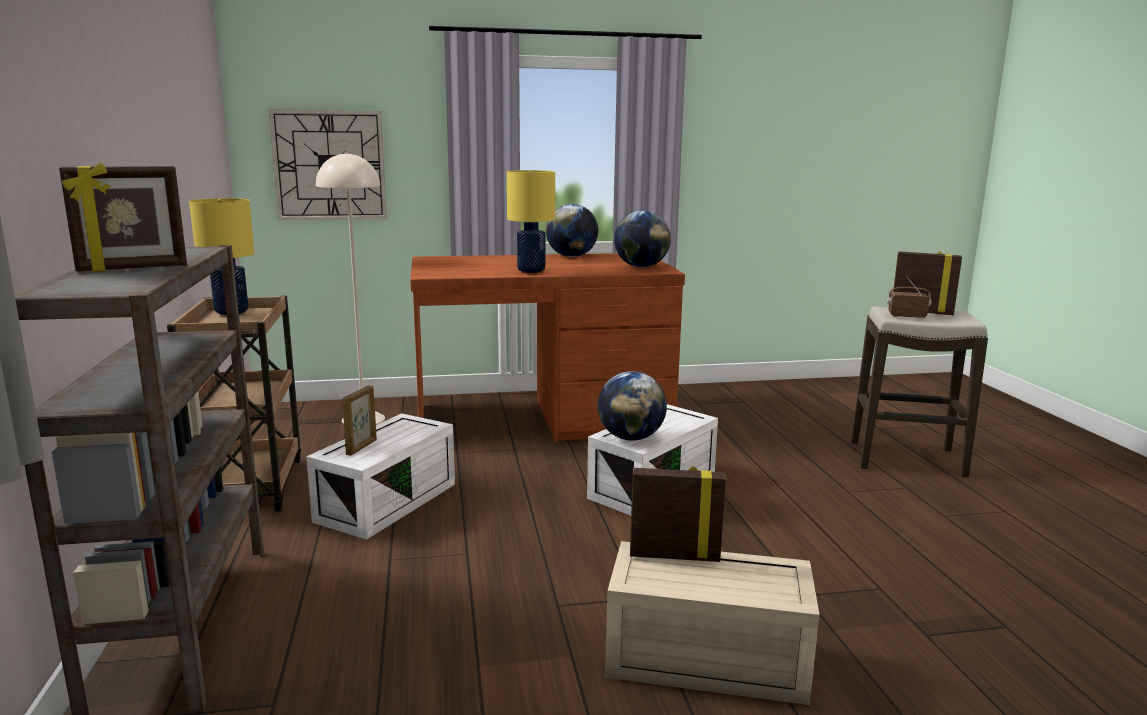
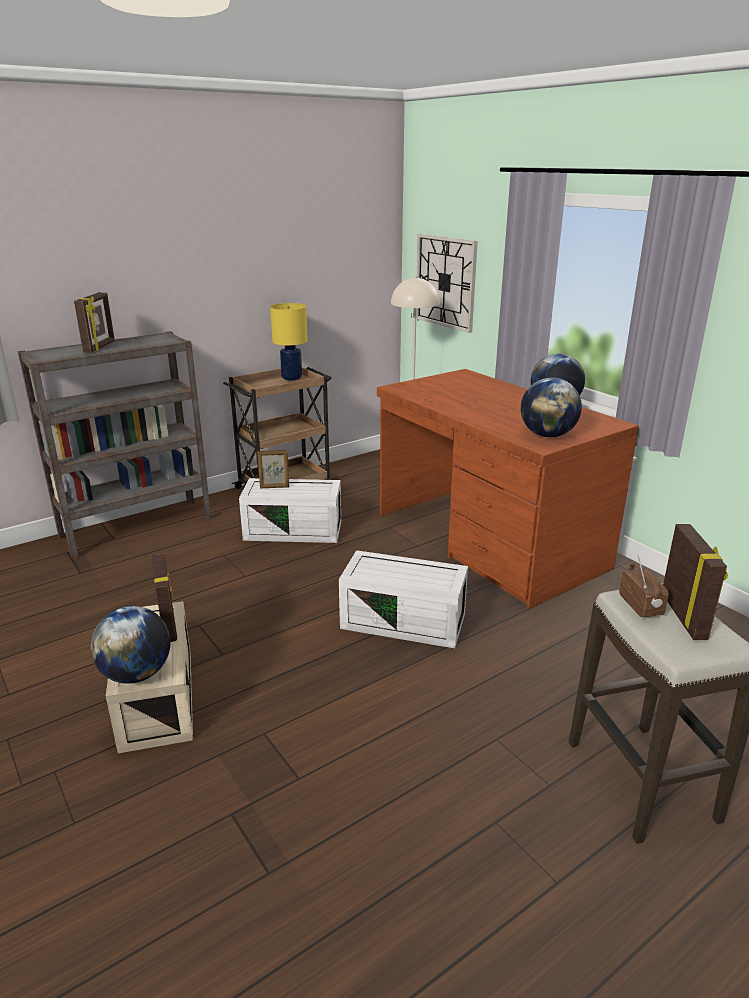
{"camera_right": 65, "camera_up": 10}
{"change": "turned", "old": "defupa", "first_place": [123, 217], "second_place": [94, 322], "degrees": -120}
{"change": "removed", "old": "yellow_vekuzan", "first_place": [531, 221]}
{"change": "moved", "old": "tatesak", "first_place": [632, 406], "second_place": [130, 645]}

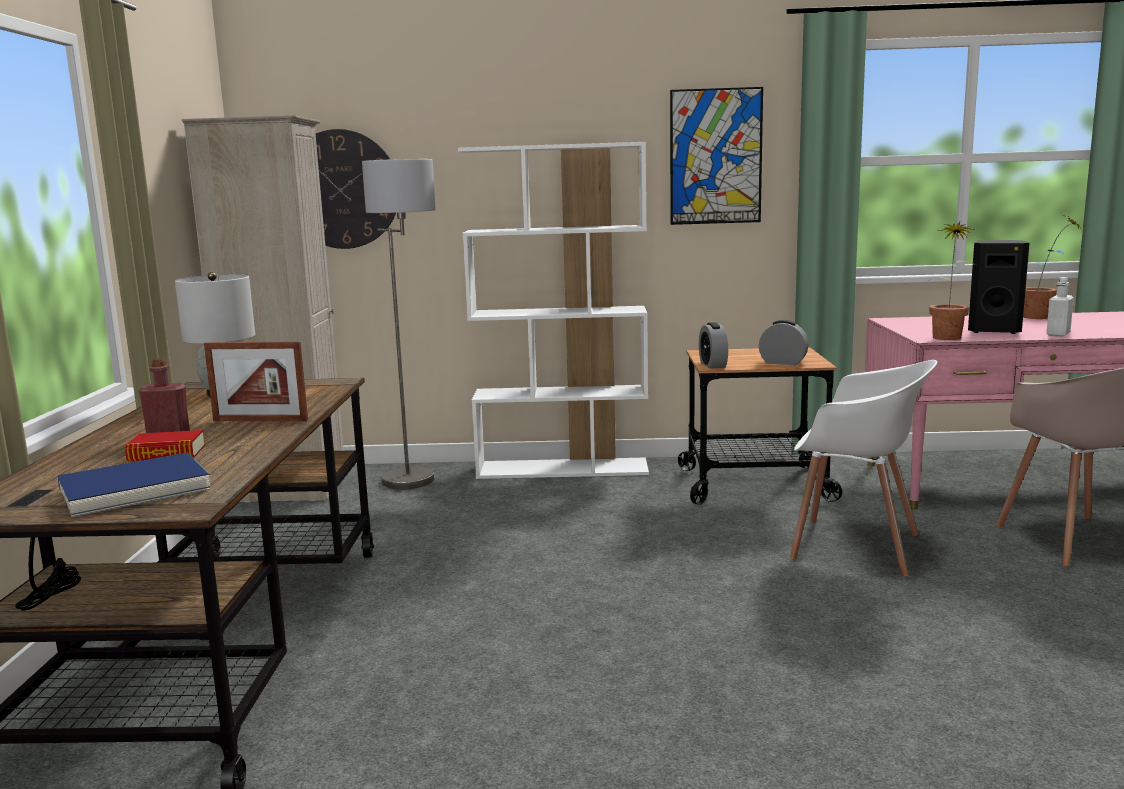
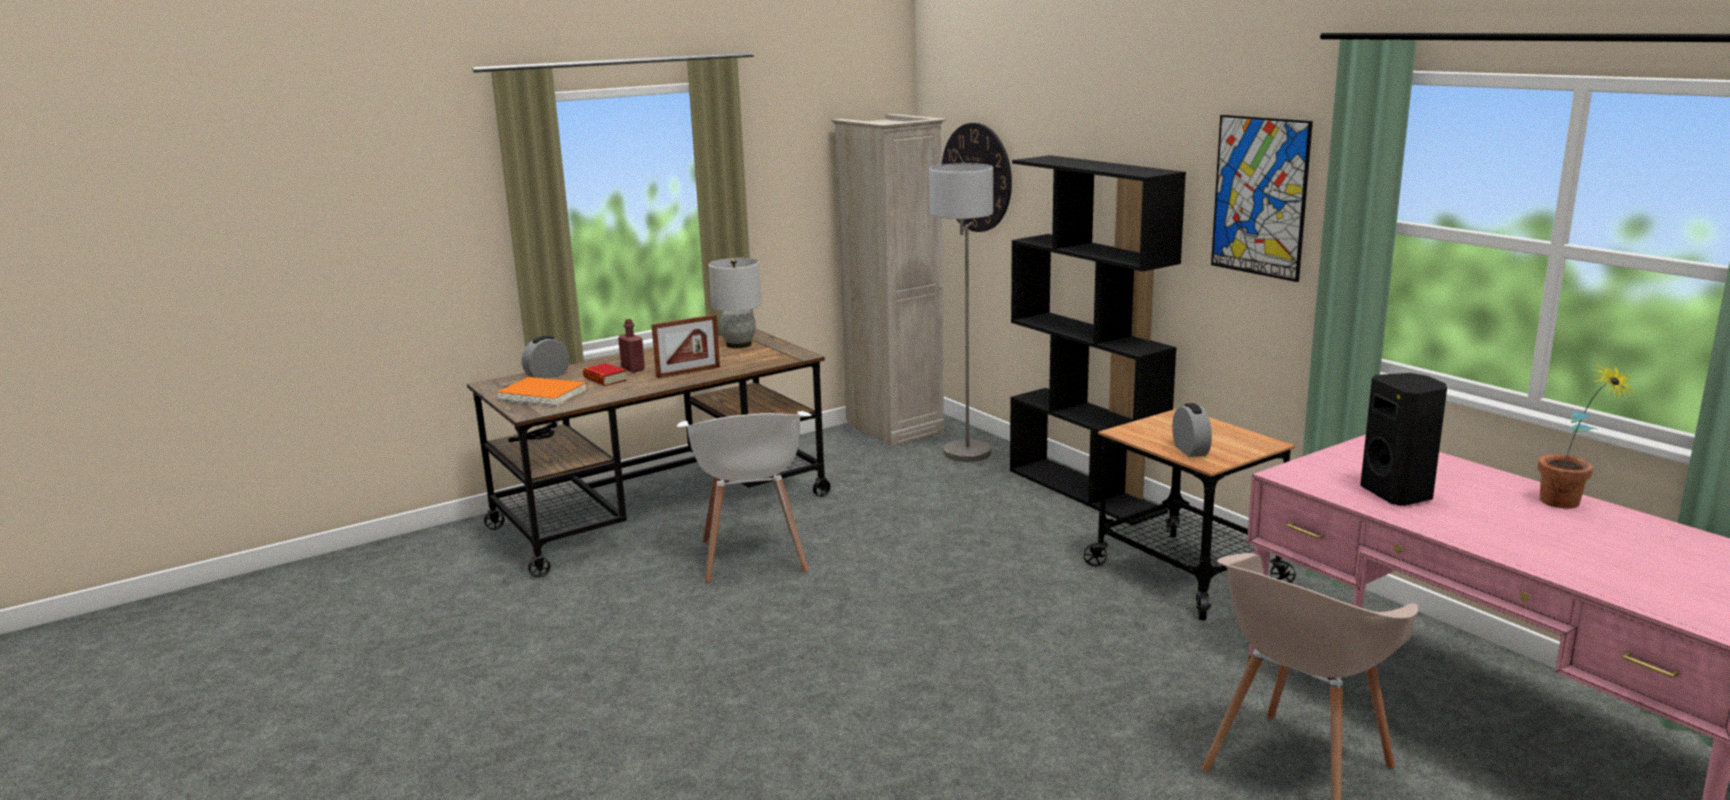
{"camera_right": 55, "camera_up": 5}
{"change": "recoloured", "old": "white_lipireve", "new": "black_lipireve", "first_place": [553, 310], "second_place": [1098, 340]}
{"change": "removed", "old": "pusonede", "first_place": [952, 281]}
{"change": "removed", "old": "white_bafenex", "first_place": [1060, 307]}
{"change": "moved", "old": "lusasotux", "first_place": [713, 345], "second_place": [545, 357]}
{"change": "turned", "old": "defupa", "first_place": [256, 381], "second_place": [685, 346], "degrees": -90}
{"change": "moved", "old": "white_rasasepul", "first_place": [863, 468], "second_place": [744, 496]}
{"change": "recoloured", "old": "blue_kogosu", "new": "orange_kogosu", "first_place": [133, 485], "second_place": [542, 392]}

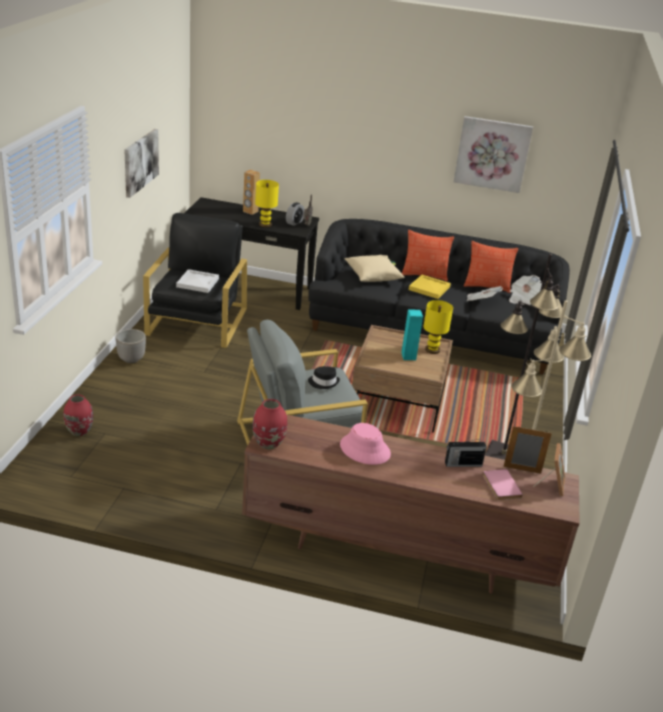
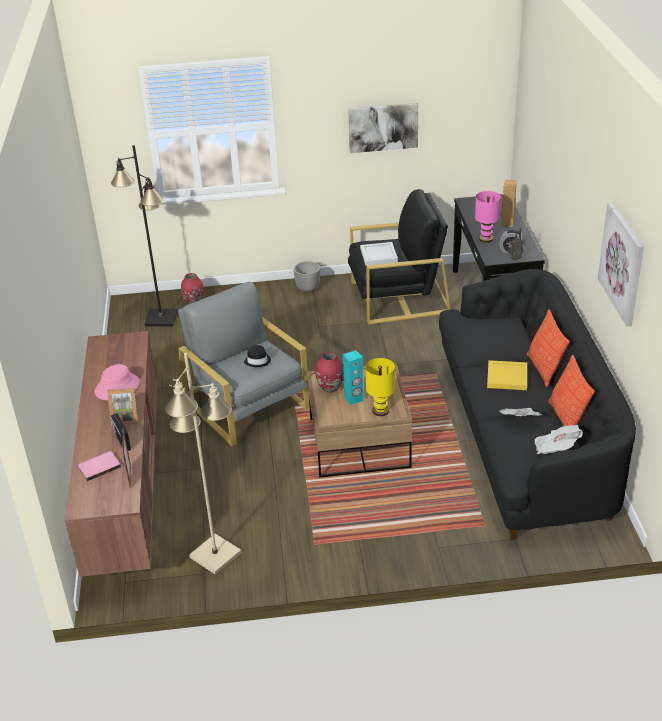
{"camera_right": 75, "camera_up": 5}
{"change": "recoloured", "old": "yellow_vekuzan", "new": "pink_vekuzan", "first_place": [267, 203], "second_place": [488, 217]}
{"change": "moved", "old": "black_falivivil", "first_place": [523, 357], "second_place": [144, 236]}
{"change": "removed", "old": "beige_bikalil", "first_place": [374, 268]}
{"change": "moved", "old": "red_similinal", "first_place": [270, 424], "second_place": [330, 372]}
{"change": "moved", "old": "defupa", "first_place": [549, 469], "second_place": [122, 407]}

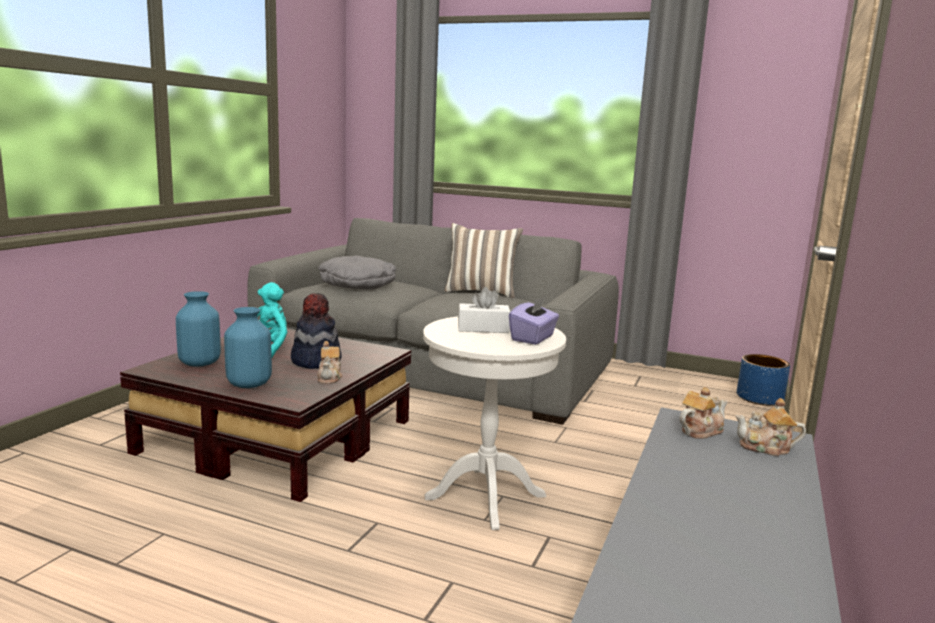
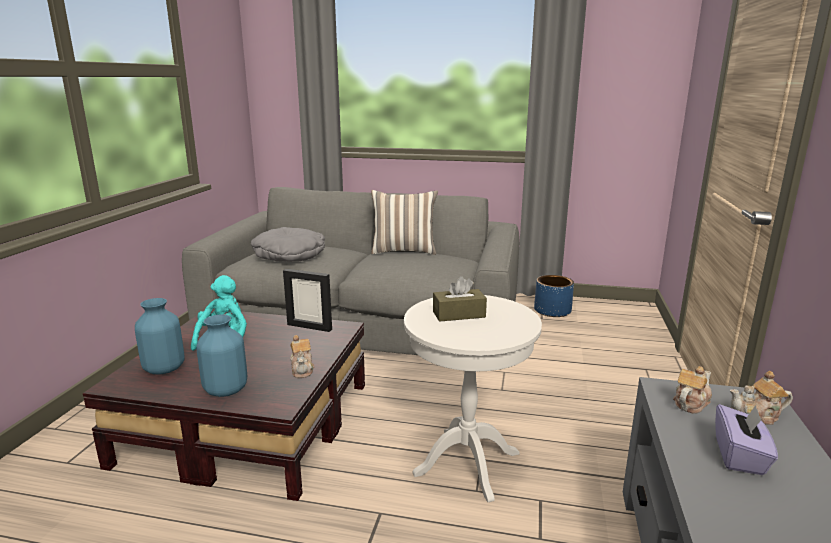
{"camera_right": -10, "camera_up": 5}
{"change": "recoloured", "old": "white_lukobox", "new": "brown_lukobox", "first_place": [484, 310], "second_place": [460, 299]}
{"change": "removed", "old": "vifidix", "first_place": [316, 331]}
{"change": "moved", "old": "purple_lukobox", "first_place": [534, 320], "second_place": [746, 439]}
{"change": "moved", "old": "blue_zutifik", "first_place": [763, 380], "second_place": [554, 296]}
{"change": "added", "new": "defupa", "second_place": [307, 300]}

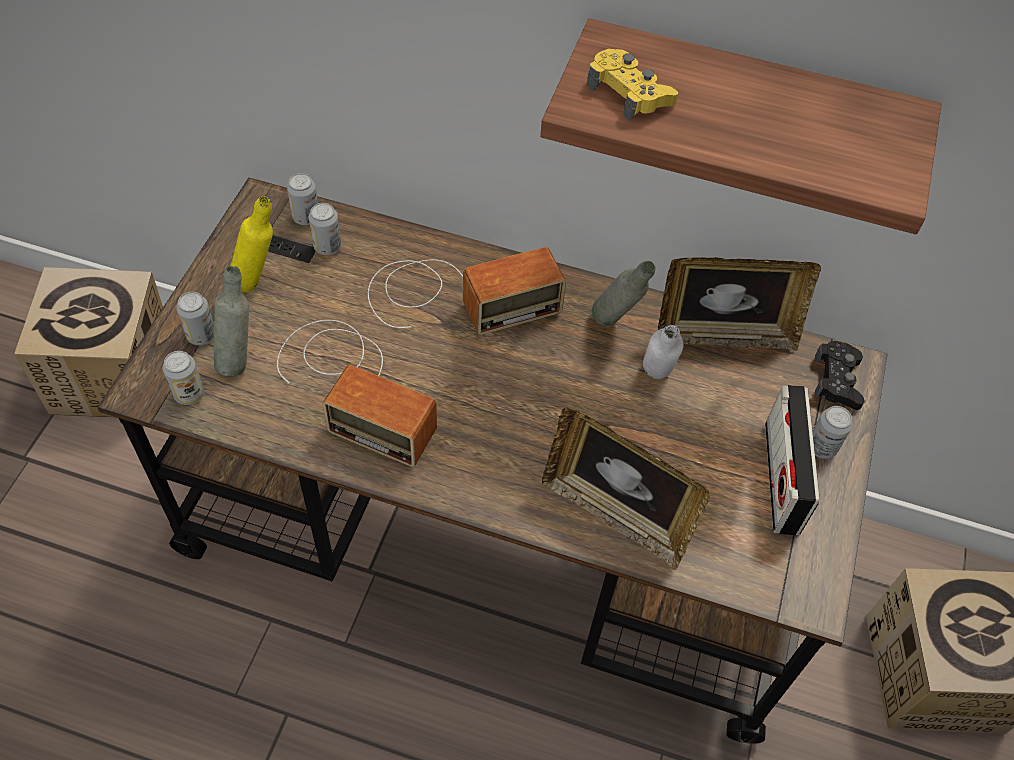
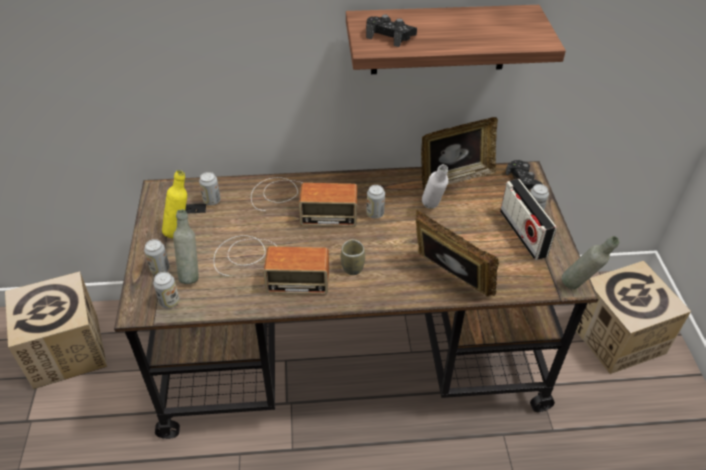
{"camera_right": -20, "camera_up": -10}
{"change": "recoloured", "old": "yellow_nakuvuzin", "new": "black_nakuvuzin", "first_place": [632, 85], "second_place": [391, 31]}
{"change": "moved", "old": "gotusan", "first_place": [302, 199], "second_place": [376, 202]}
{"change": "turned", "old": "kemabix", "first_place": [467, 291], "second_place": [304, 202], "degrees": 45}
{"change": "moved", "old": "grey_bafenex", "first_place": [623, 293], "second_place": [590, 262]}
{"change": "turned", "old": "defupa", "first_place": [626, 488], "second_place": [457, 252], "degrees": -150}
{"change": "added", "new": "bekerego", "second_place": [353, 257]}

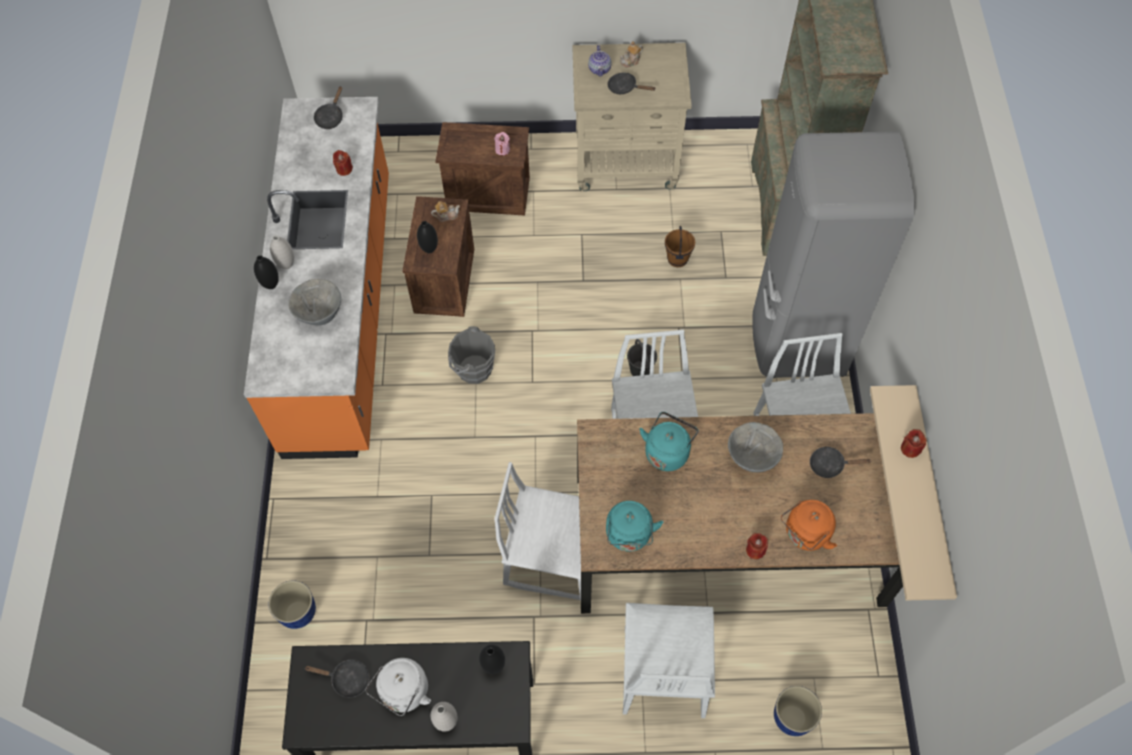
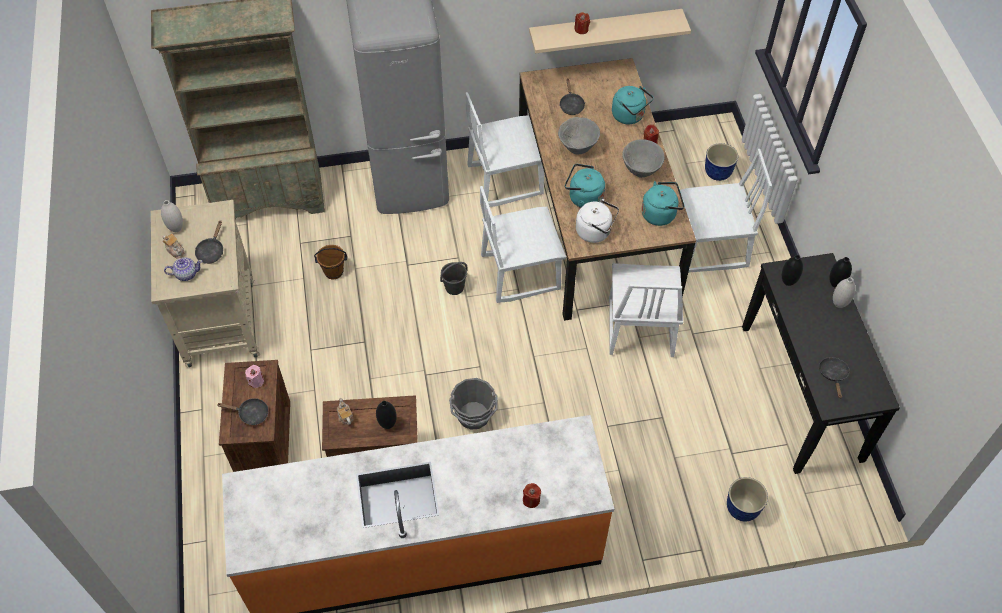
{"camera_right": -100, "camera_up": -5}
{"change": "moved", "old": "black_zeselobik", "first_place": [328, 107], "second_place": [243, 411]}
{"change": "moved", "old": "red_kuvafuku", "first_place": [343, 163], "second_place": [532, 495]}
{"change": "moved", "old": "white_similinal", "first_place": [282, 252], "second_place": [172, 216]}
{"change": "moved", "old": "black_similinal", "first_place": [266, 272], "second_place": [840, 272]}
{"change": "moved", "old": "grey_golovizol", "first_place": [315, 302], "second_place": [643, 158]}
{"change": "recoloured", "old": "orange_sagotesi", "new": "turquoise_sagotesi", "first_place": [809, 525], "second_place": [633, 105]}
{"change": "moved", "old": "white_sagotesi", "first_place": [398, 687], "second_place": [597, 221]}

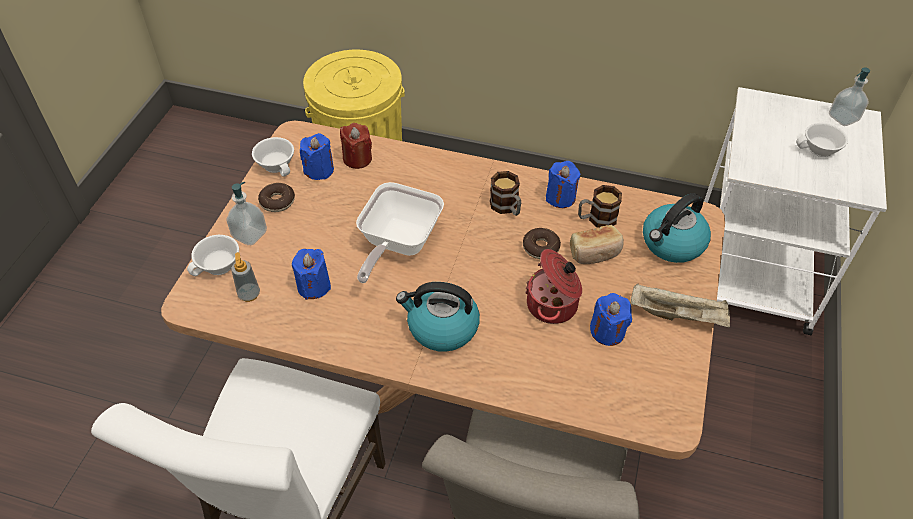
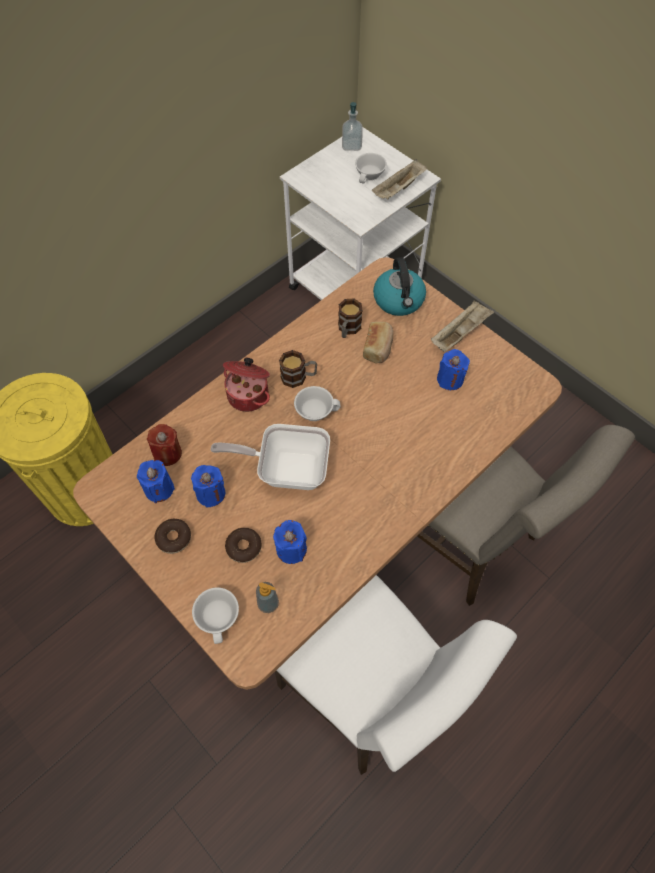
{"camera_right": -60, "camera_up": 10}
{"change": "moved", "old": "white_bekerego", "first_place": [273, 157], "second_place": [317, 403]}
{"change": "moved", "old": "blue_kuvafuku", "first_place": [563, 184], "second_place": [208, 486]}
{"change": "removed", "old": "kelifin", "first_place": [246, 214]}
{"change": "turned", "old": "zeselobik", "first_place": [400, 232], "second_place": [270, 457], "degrees": 135}
{"change": "moved", "old": "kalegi", "first_place": [542, 243], "second_place": [243, 545]}
{"change": "moved", "old": "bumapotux", "first_place": [553, 286], "second_place": [246, 384]}
{"change": "removed", "old": "sagotesi", "first_place": [438, 317]}
{"change": "added", "new": "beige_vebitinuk", "second_place": [399, 179]}

